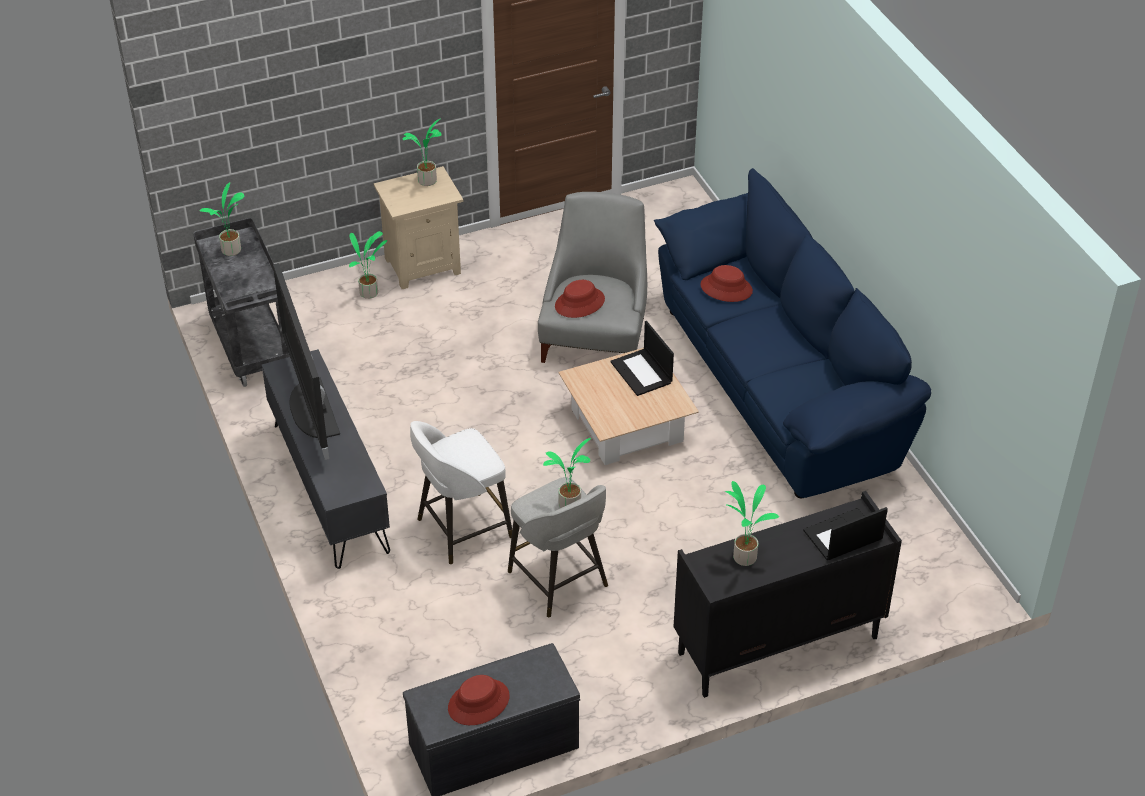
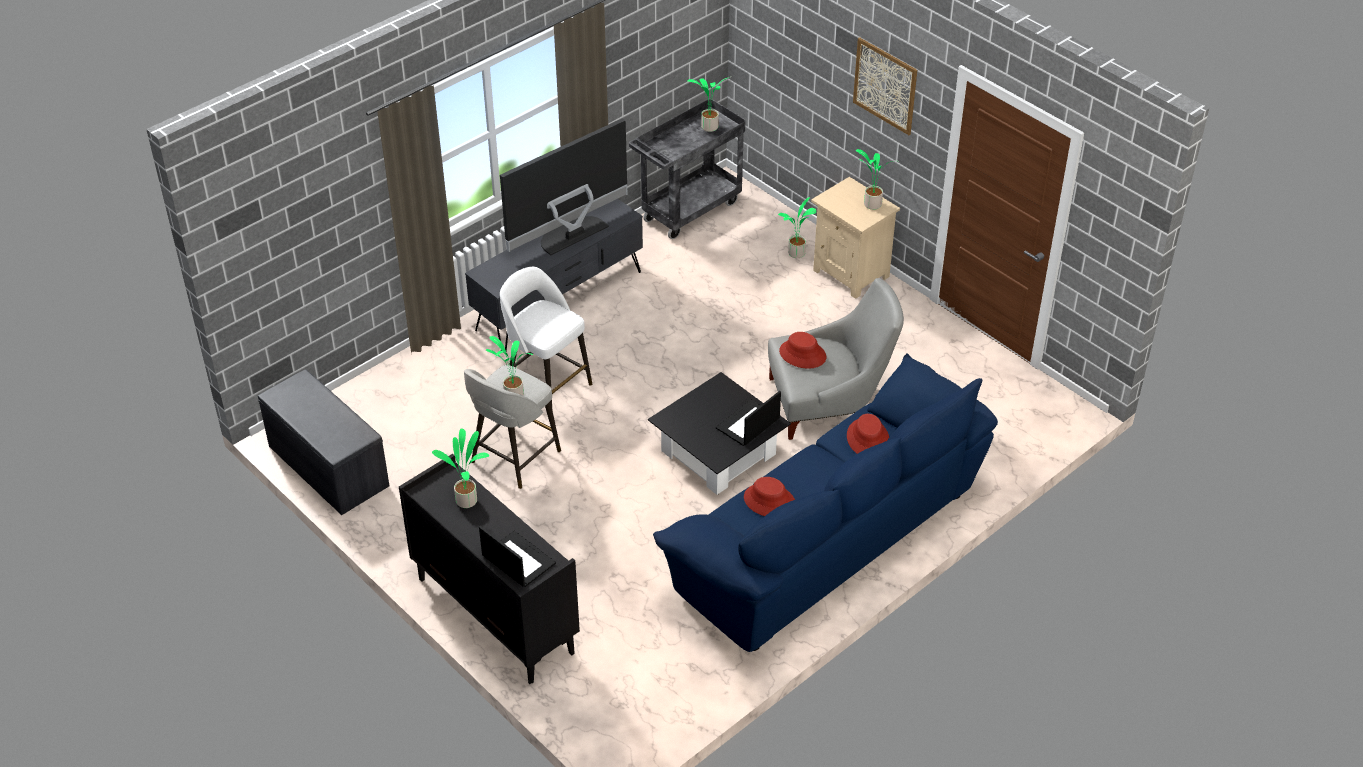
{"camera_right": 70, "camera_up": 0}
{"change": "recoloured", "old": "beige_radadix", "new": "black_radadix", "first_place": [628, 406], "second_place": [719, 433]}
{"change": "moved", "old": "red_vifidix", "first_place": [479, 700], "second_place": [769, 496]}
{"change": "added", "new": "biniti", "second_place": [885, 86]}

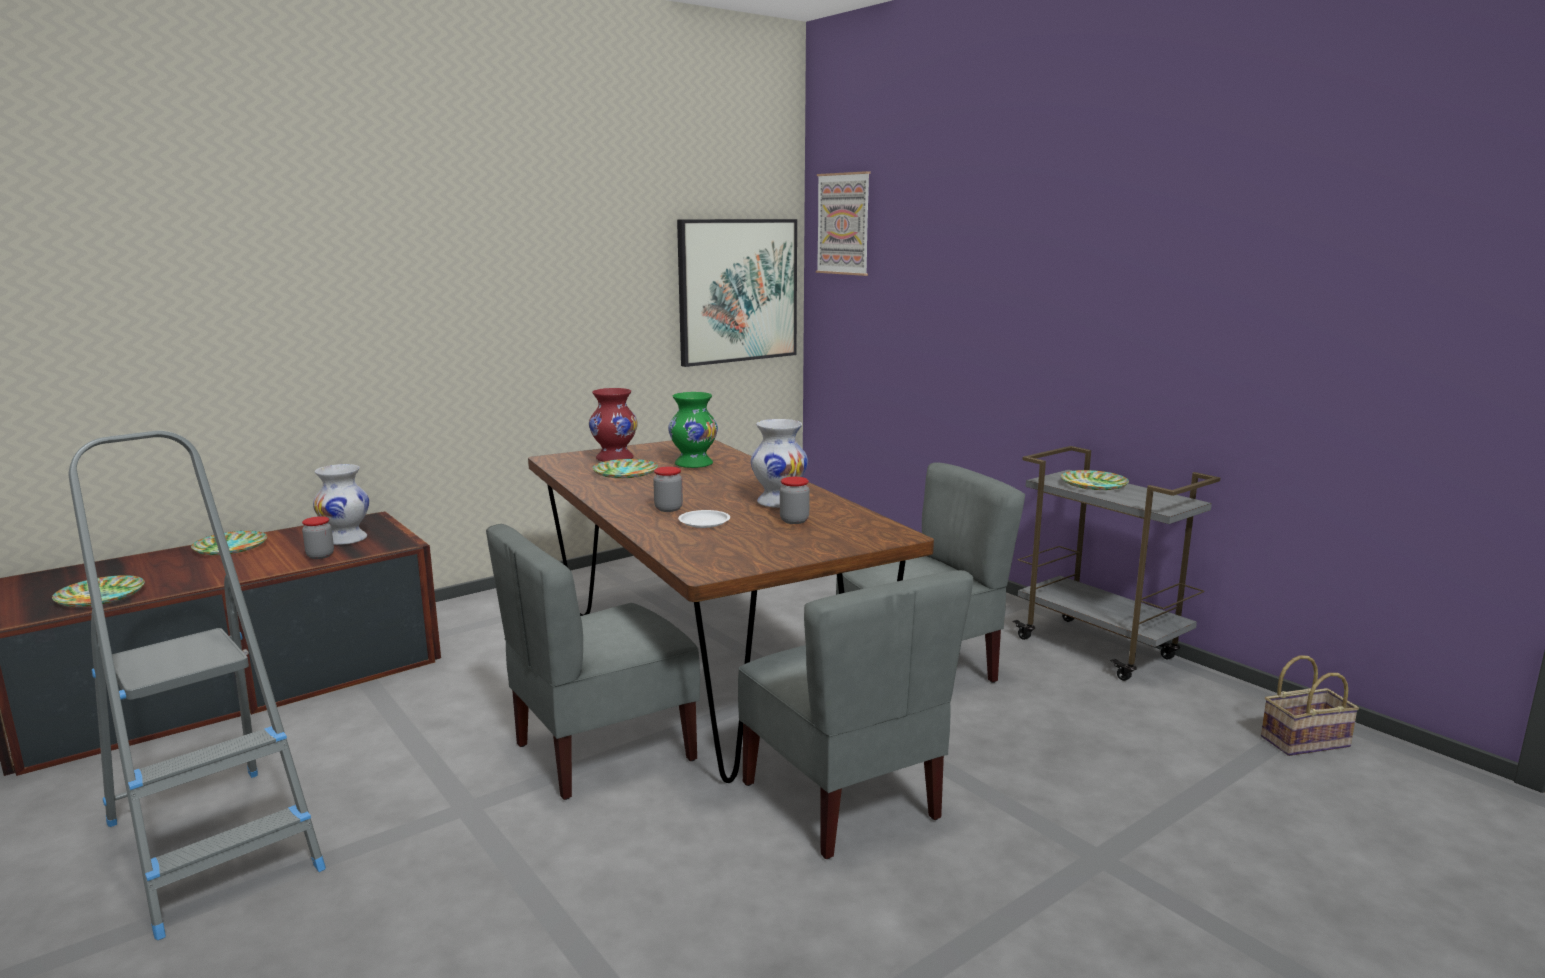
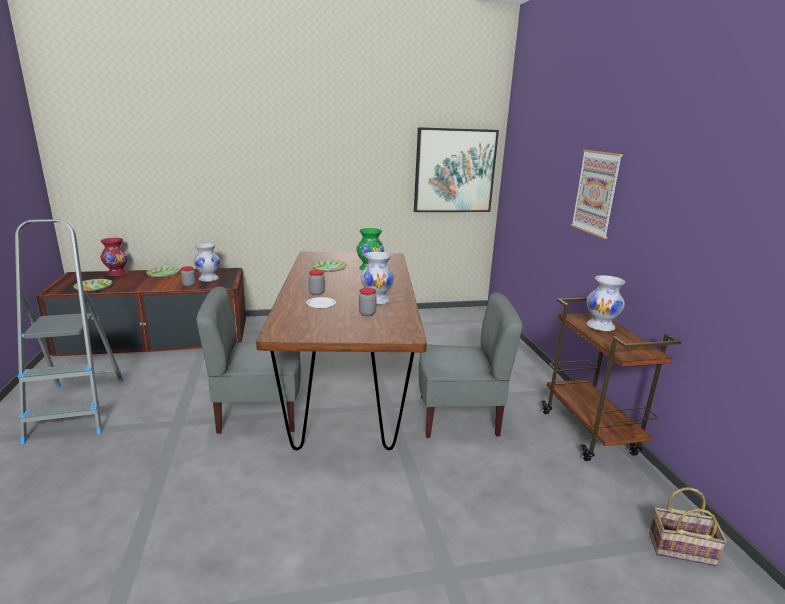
{"camera_right": 25, "camera_up": 5}
{"change": "moved", "old": "biniti", "first_place": [843, 223], "second_place": [597, 194]}
{"change": "moved", "old": "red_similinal", "first_place": [613, 425], "second_place": [114, 257]}
{"change": "recoloured", "old": "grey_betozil", "new": "brown_betozil", "first_place": [1116, 563], "second_place": [611, 379]}
{"change": "replaced", "old": "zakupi", "new": "white_similinal", "first_place": [1095, 480], "second_place": [605, 303]}
{"change": "removed", "old": "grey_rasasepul", "first_place": [856, 714]}

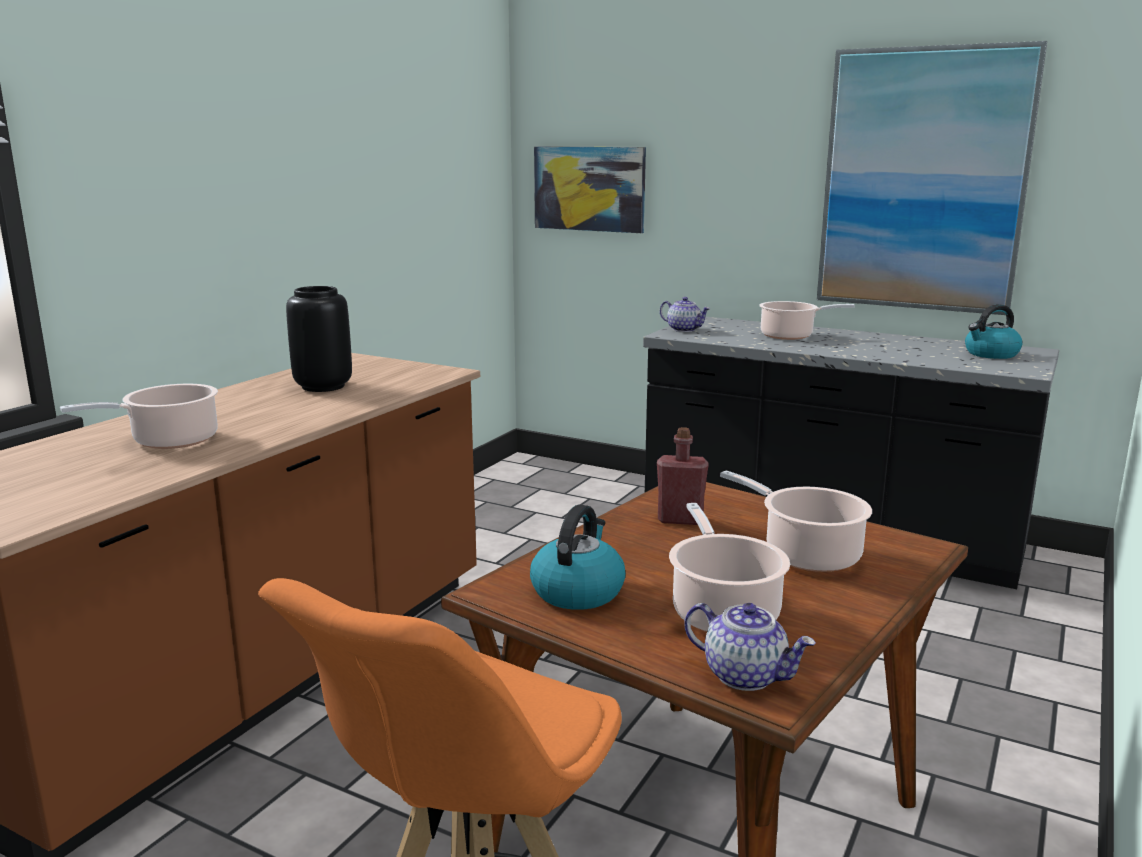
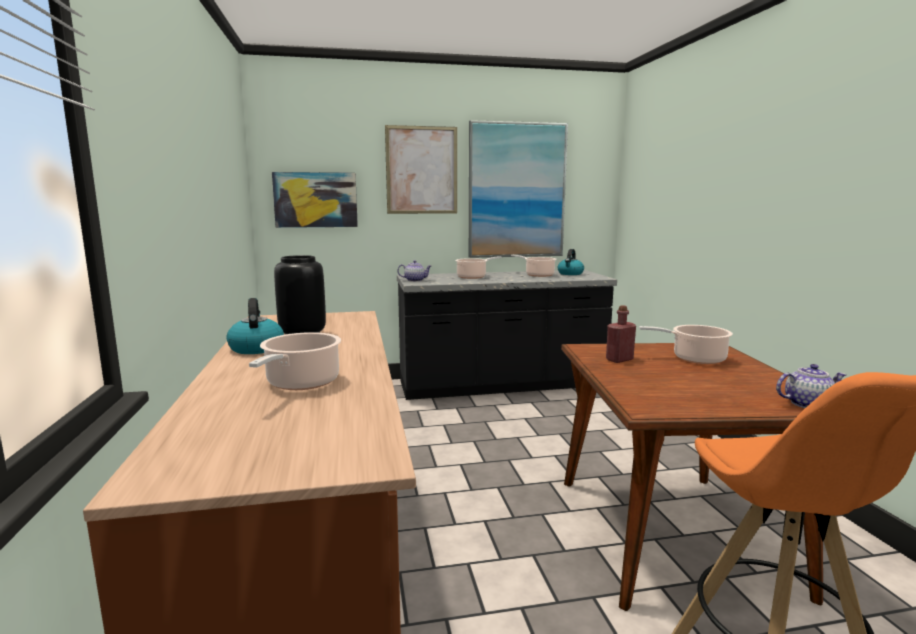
{"camera_right": -40, "camera_up": -5}
{"change": "moved", "old": "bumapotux", "first_place": [729, 567], "second_place": [533, 266]}
{"change": "moved", "old": "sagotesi", "first_place": [578, 557], "second_place": [255, 326]}
{"change": "added", "new": "biniti", "second_place": [421, 169]}

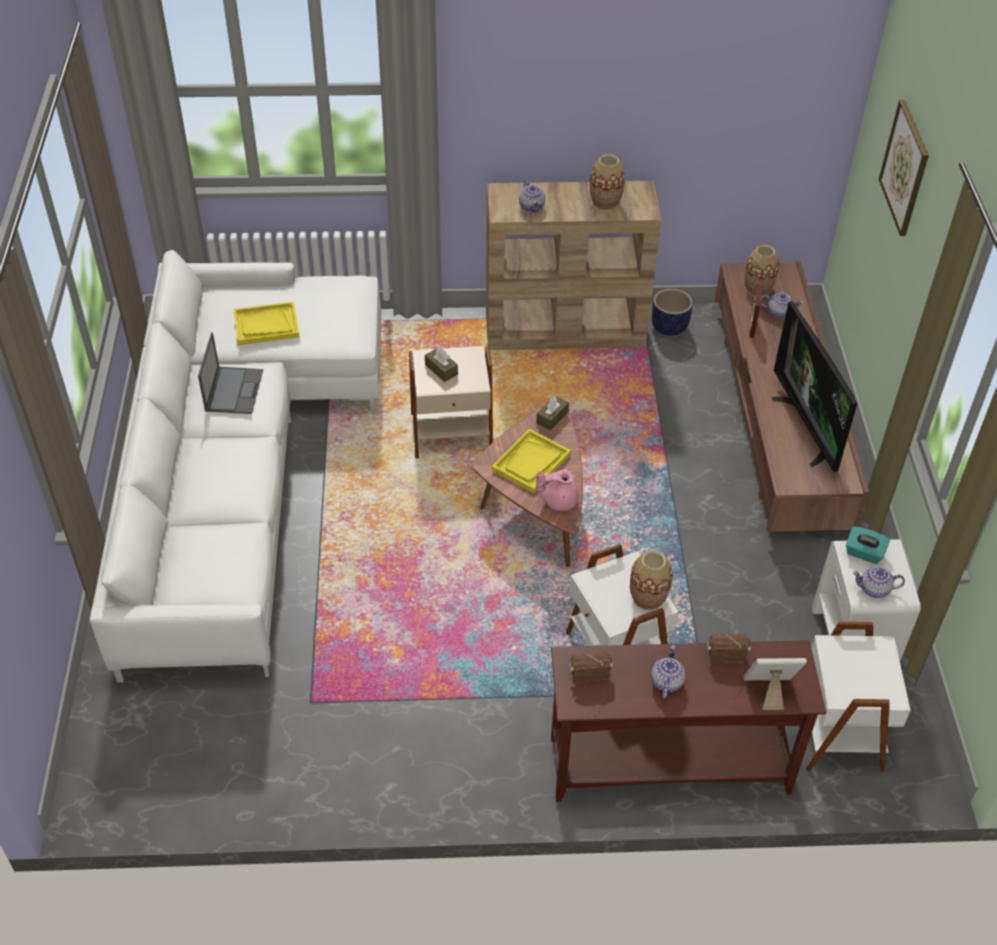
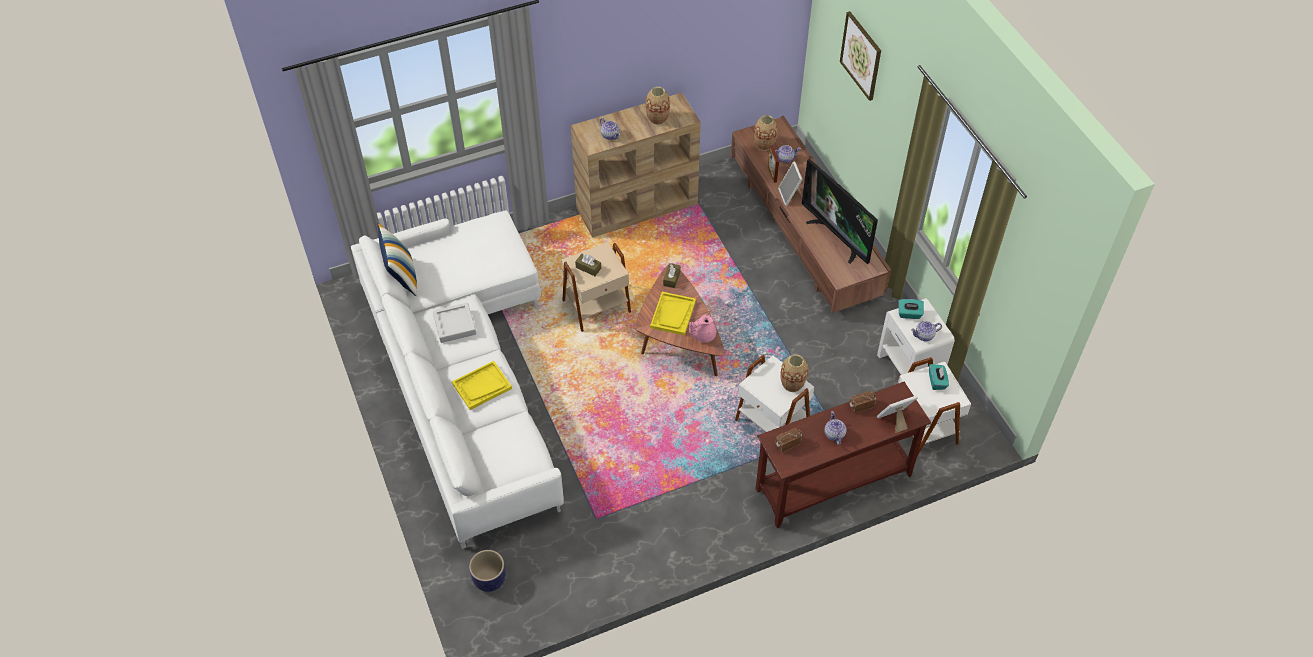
{"camera_right": -20, "camera_up": 5}
{"change": "moved", "old": "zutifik", "first_place": [672, 312], "second_place": [487, 571]}
{"change": "moved", "old": "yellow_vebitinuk", "first_place": [266, 323], "second_place": [482, 385]}
{"change": "replaced", "old": "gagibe", "new": "grey_vebitinuk", "first_place": [230, 373], "second_place": [454, 322]}
{"change": "added", "new": "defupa", "second_place": [790, 183]}
{"change": "added", "new": "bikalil", "second_place": [397, 259]}
{"change": "added", "new": "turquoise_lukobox", "second_place": [939, 377]}

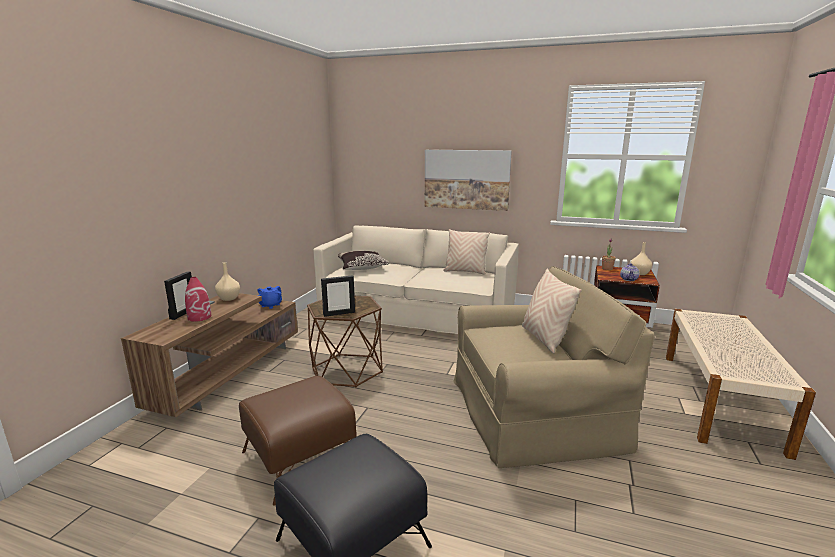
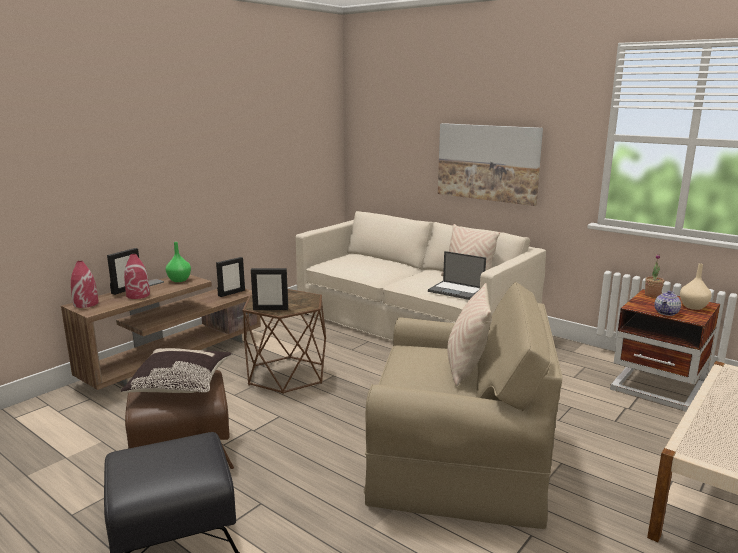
{"camera_right": 20, "camera_up": 0}
{"change": "moved", "old": "bikalil", "first_place": [363, 260], "second_place": [176, 370]}
{"change": "recoloured", "old": "beige_similinal", "new": "green_similinal", "first_place": [227, 281], "second_place": [178, 262]}
{"change": "replaced", "old": "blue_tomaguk", "new": "defupa", "first_place": [270, 297], "second_place": [230, 277]}
{"change": "added", "new": "gagibe", "second_place": [457, 275]}
{"change": "added", "new": "red_similinal", "second_place": [85, 284]}

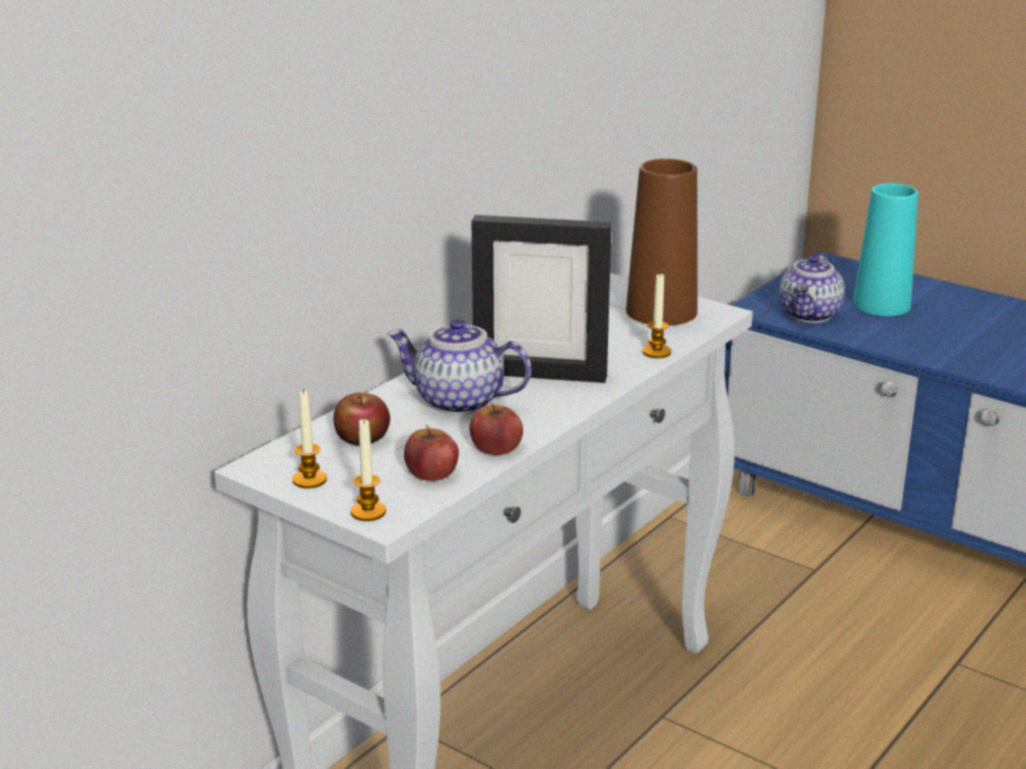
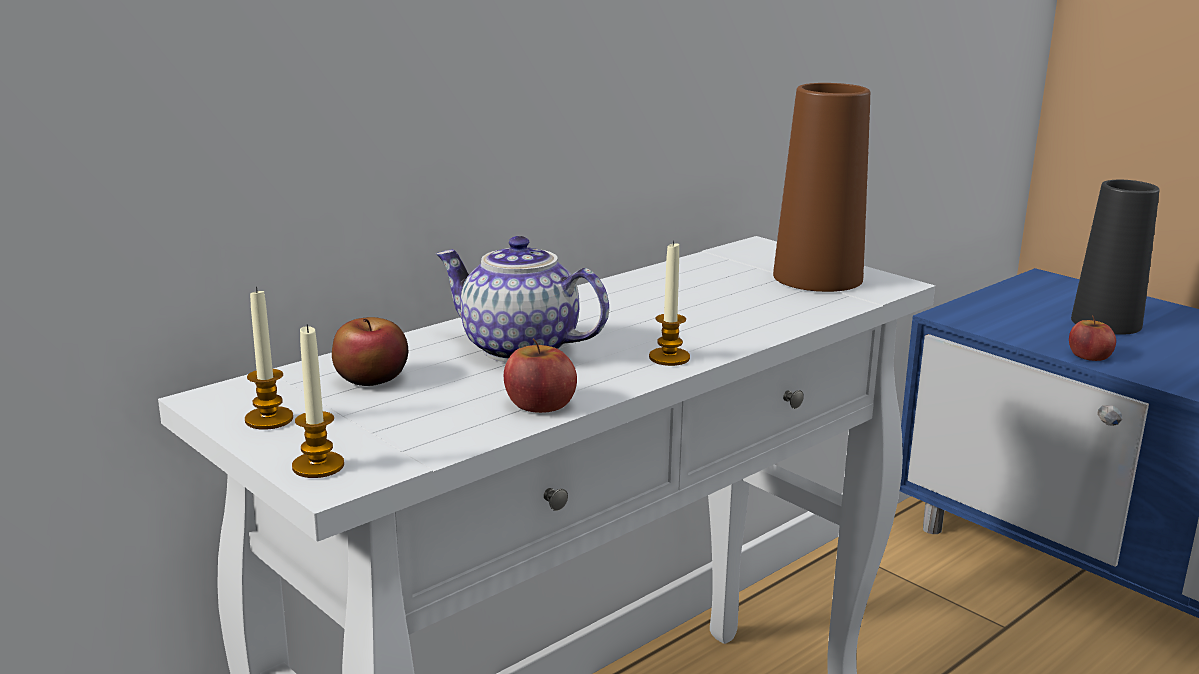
{"camera_right": 10, "camera_up": -5}
{"change": "recoloured", "old": "turquoise_similinal", "new": "black_similinal", "first_place": [885, 249], "second_place": [1115, 257]}
{"change": "removed", "old": "defupa", "first_place": [541, 299]}
{"change": "removed", "old": "tomaguk", "first_place": [812, 288]}
{"change": "moved", "old": "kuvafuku", "first_place": [656, 315], "second_place": [669, 303]}
{"change": "moved", "old": "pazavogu", "first_place": [431, 453], "second_place": [1092, 338]}

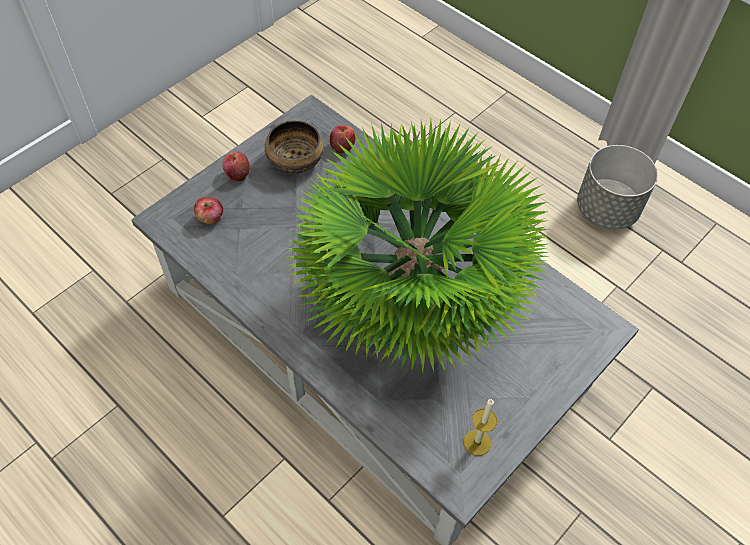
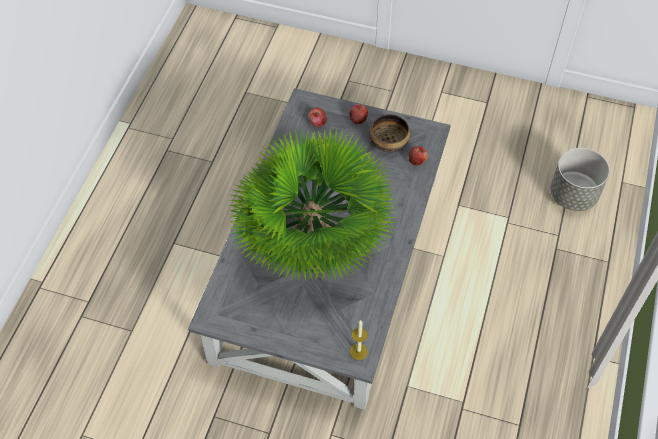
{"camera_right": 65, "camera_up": 0}
{"change": "moved", "old": "grey_zutifik", "first_place": [617, 187], "second_place": [580, 179]}
{"change": "moved", "old": "kuvafuku", "first_place": [480, 427], "second_place": [359, 340]}

